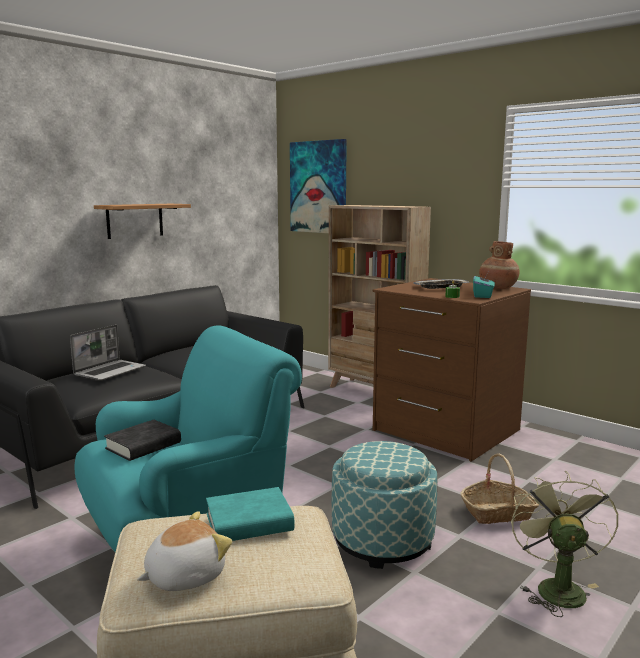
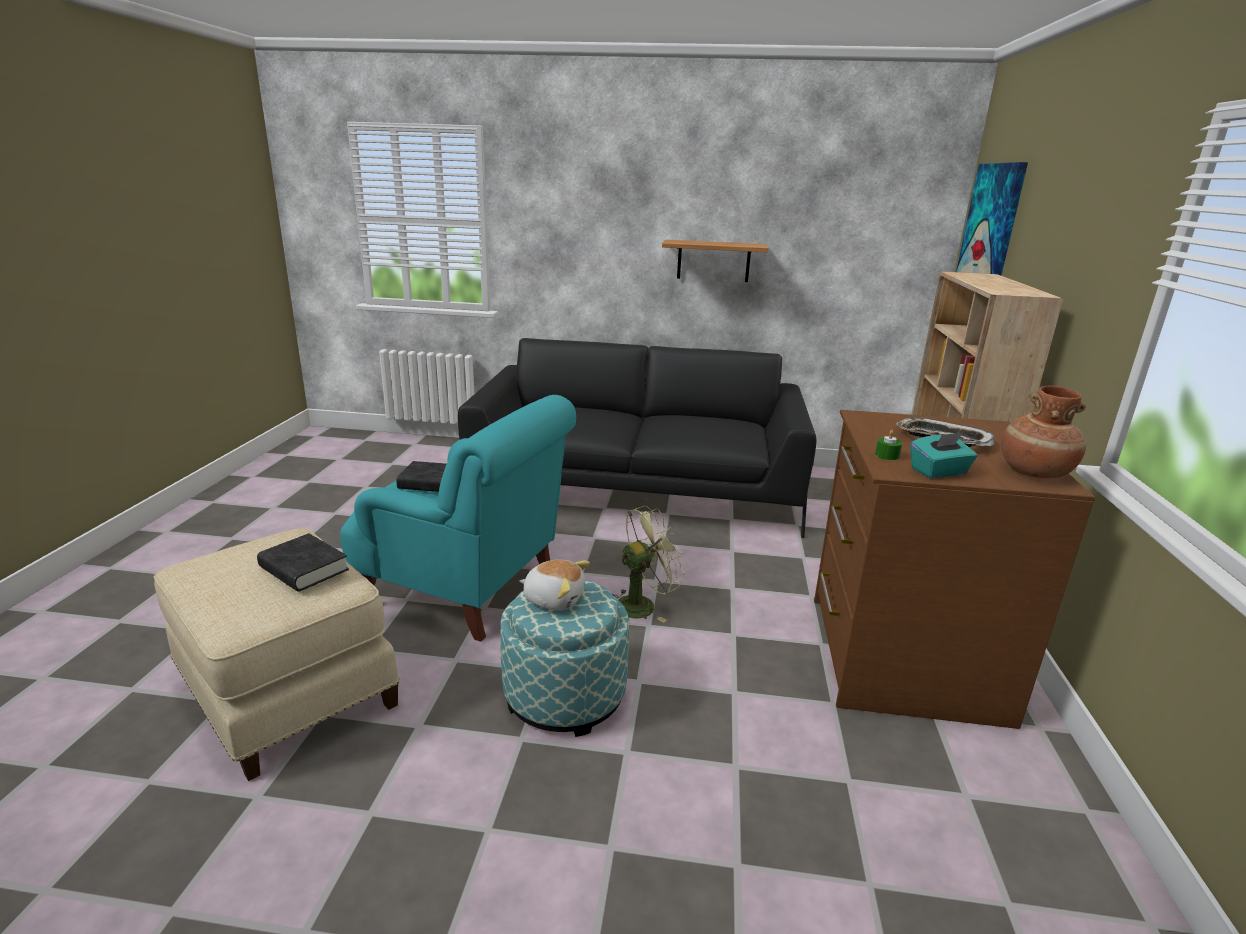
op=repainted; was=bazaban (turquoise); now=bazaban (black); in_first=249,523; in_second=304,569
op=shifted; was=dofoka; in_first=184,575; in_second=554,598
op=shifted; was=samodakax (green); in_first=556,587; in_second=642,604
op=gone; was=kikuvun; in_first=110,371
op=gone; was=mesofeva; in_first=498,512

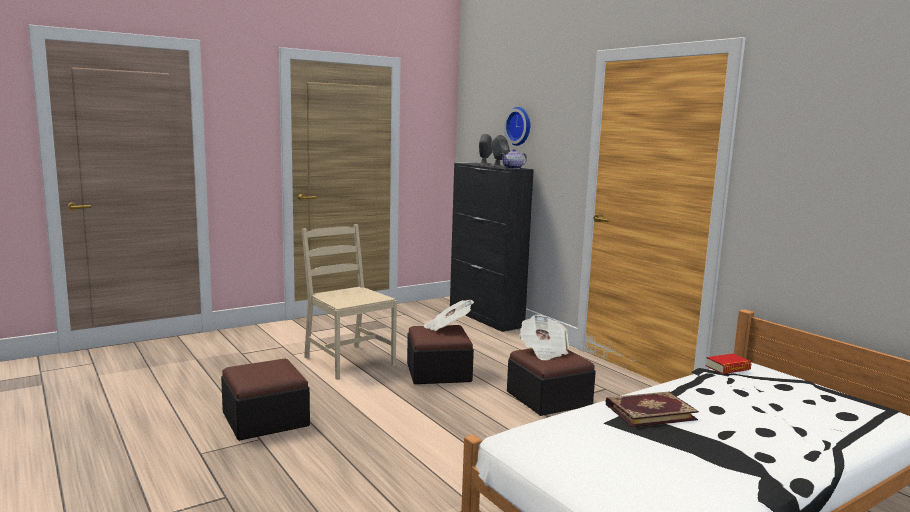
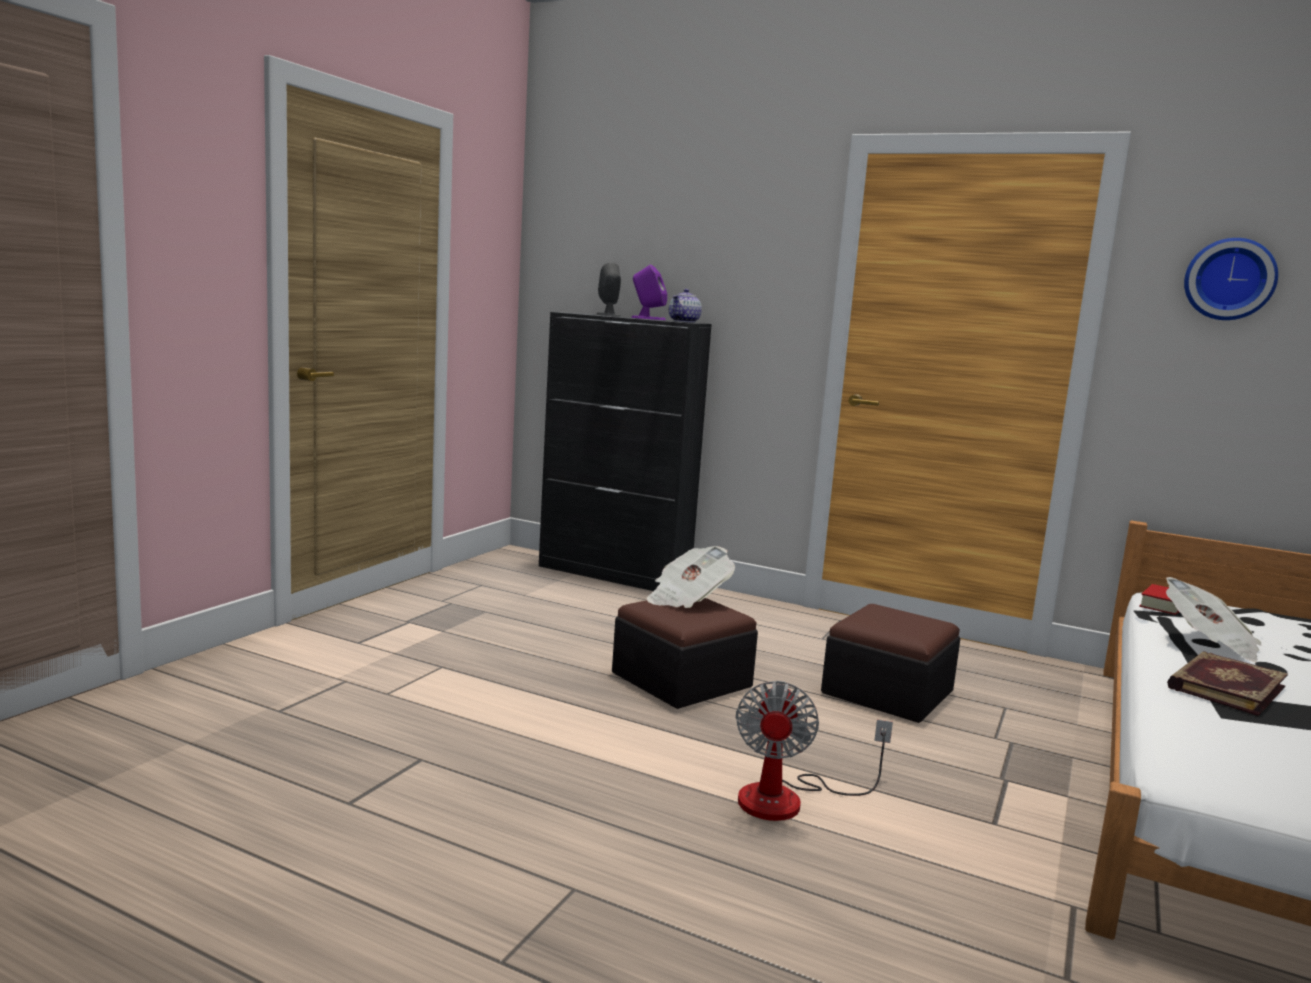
op=repainted; was=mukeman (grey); now=mukeman (purple); in_first=498,166; in_second=647,318
op=new; now=samodakax; in_second=789,799
op=shifted; was=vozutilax; in_first=543,351; in_second=1209,644
op=shifted; was=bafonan; in_first=520,126; in_second=1229,279
op=gone; was=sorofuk; in_first=265,419
op=gone; was=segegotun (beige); in_first=347,361

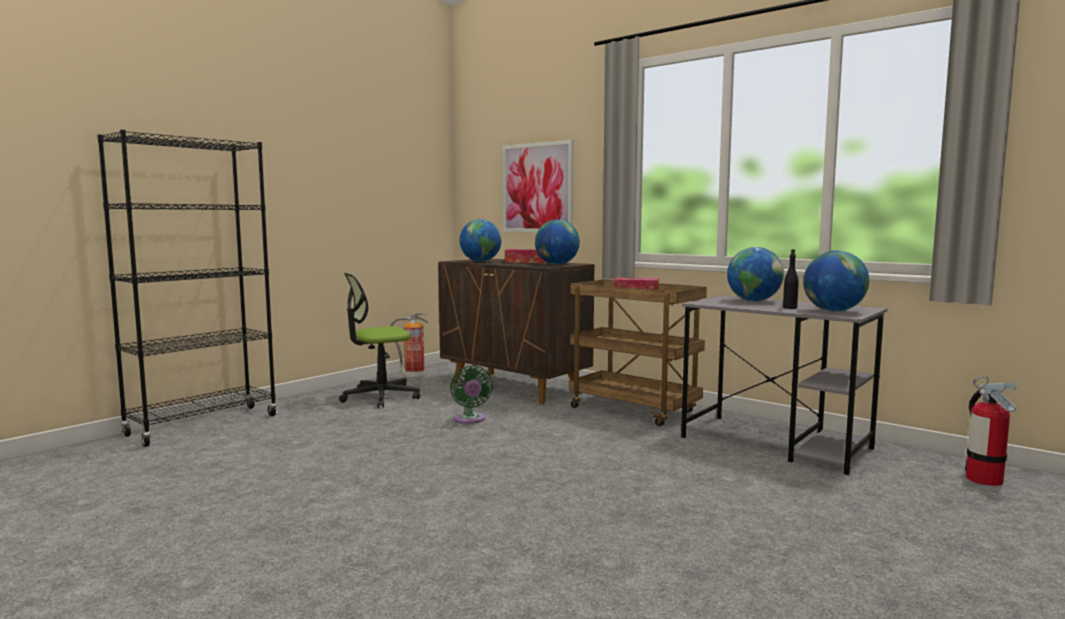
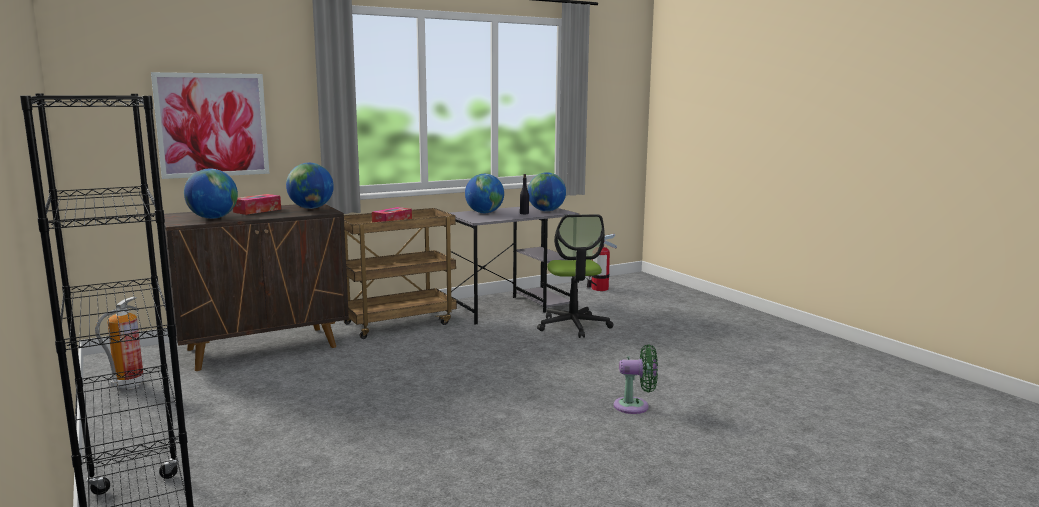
op=shifted; was=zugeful; in_first=380,397; in_second=573,326
op=shifted; was=samodakax (green); in_first=469,420; in_second=635,406

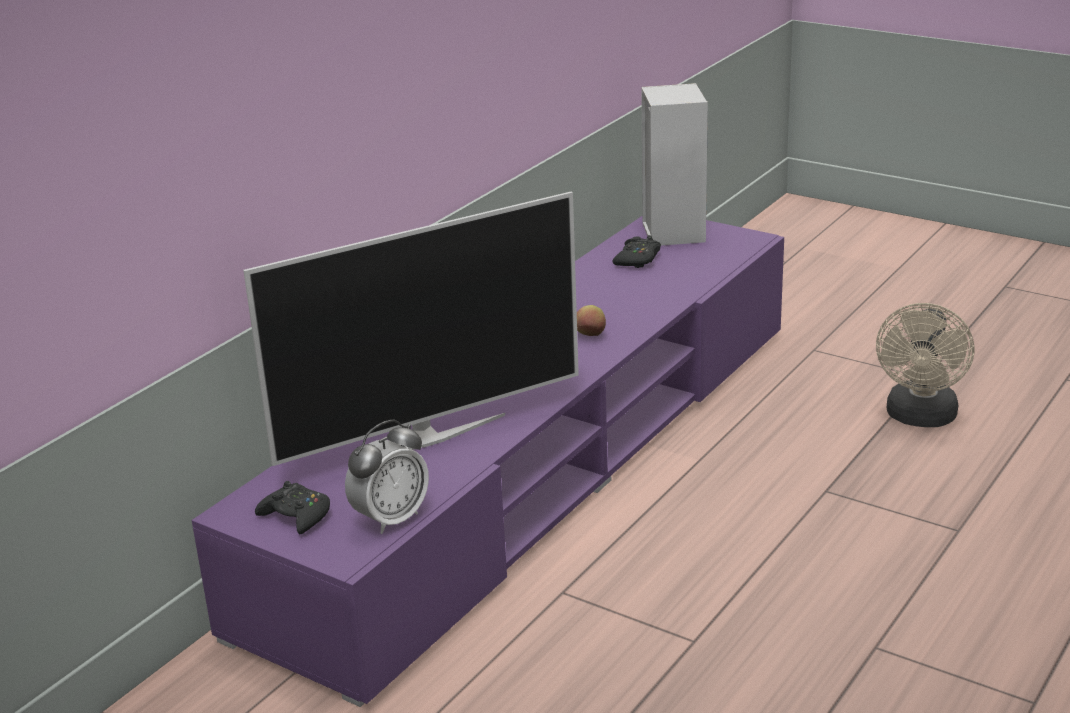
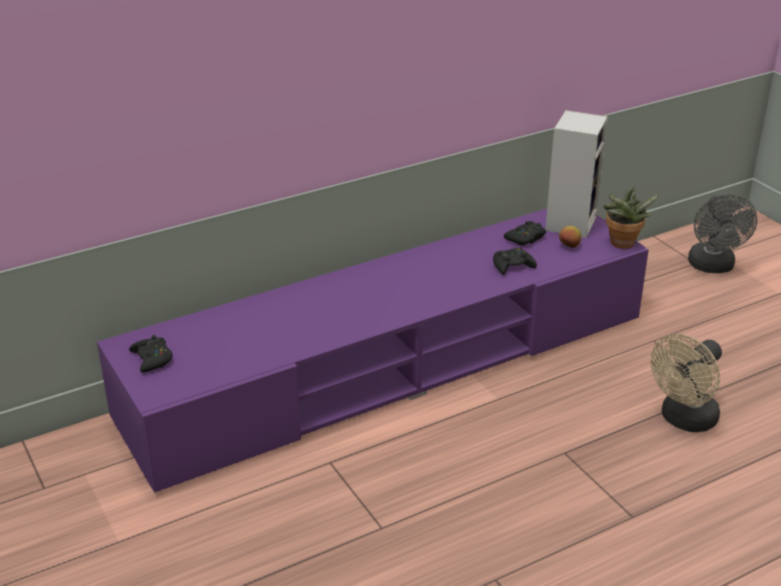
op=new; now=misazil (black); in_second=512,266
op=shifted; was=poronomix; in_first=590,336; in_second=569,247
op=new; now=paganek; in_second=622,245
op=new; now=samodakax (grey); in_second=713,267
op=gone; was=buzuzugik; in_first=427,437
op=gone; was=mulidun; in_first=391,519

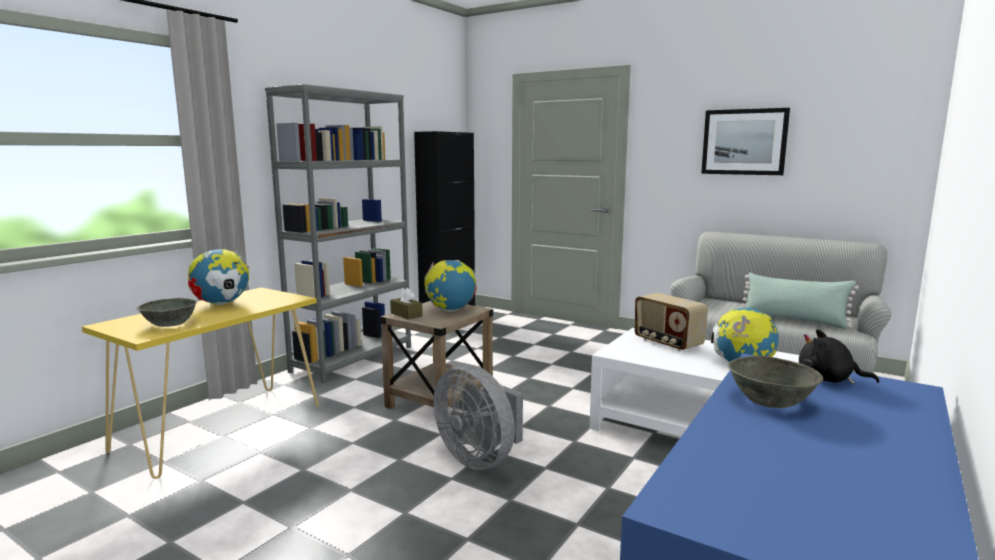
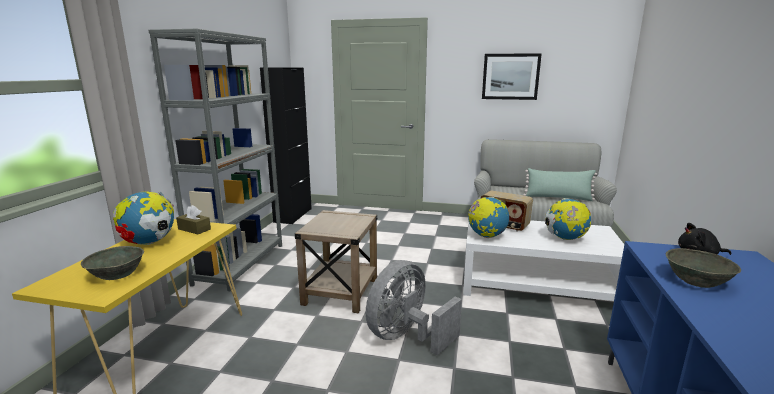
op=shifted; was=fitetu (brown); in_first=406,314; in_second=194,229
op=rotated; was=samodakax (grey); in_first=480,458; in_second=407,337; clockwise=105
op=shifted; was=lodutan; in_first=450,310; in_second=486,236

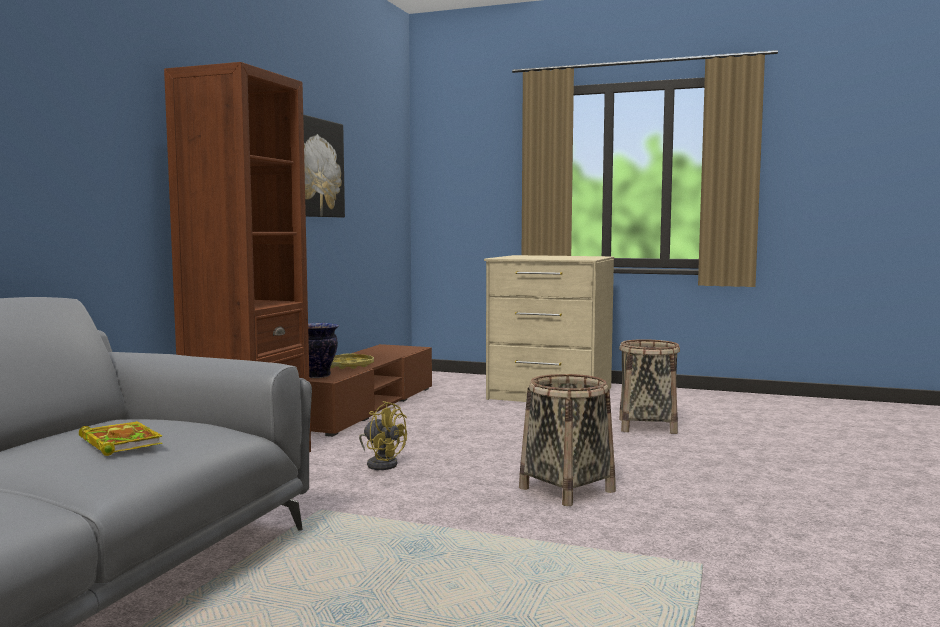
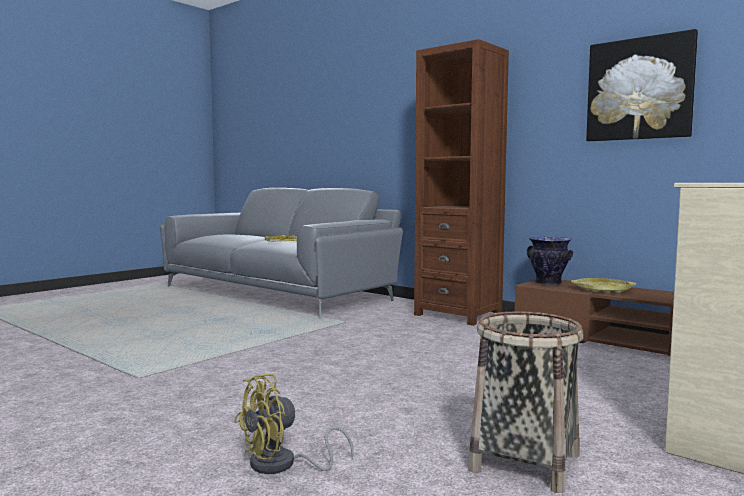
op=shifted; was=samodakax (yellow); in_first=382,463; in_second=282,465
op=gone; was=mesofeva; in_first=567,489

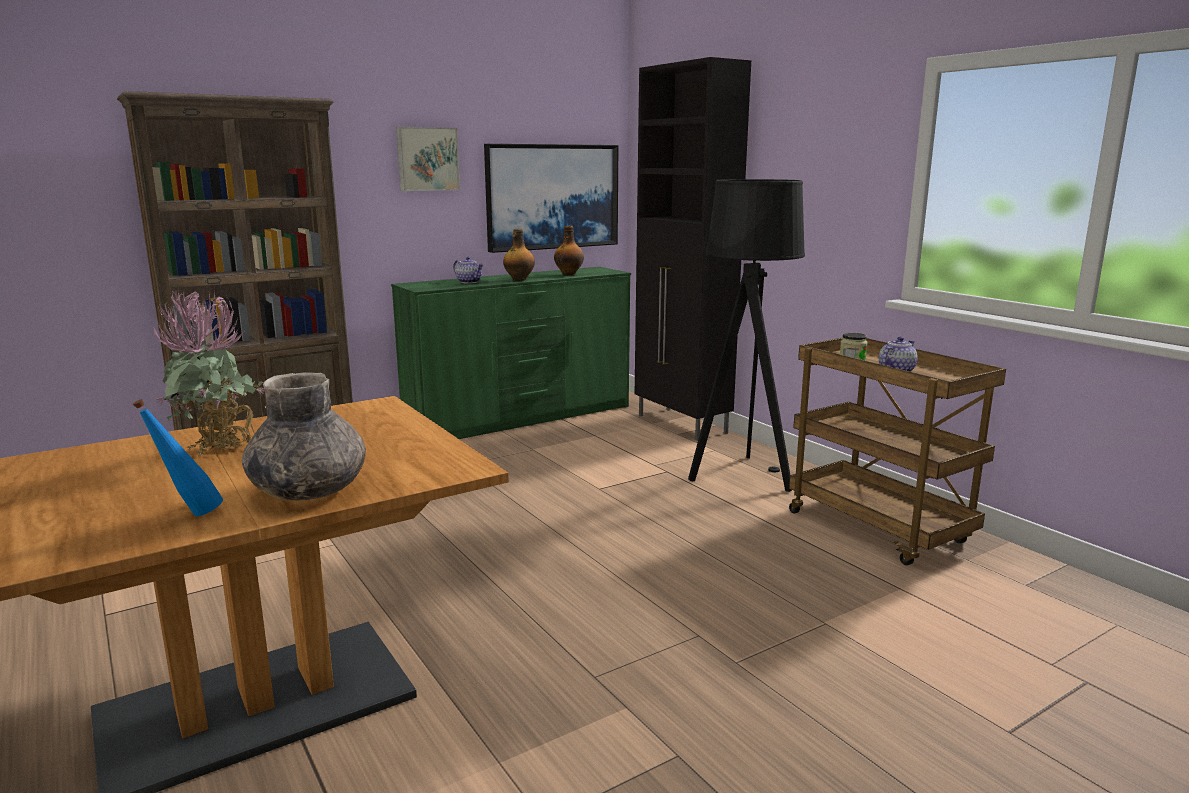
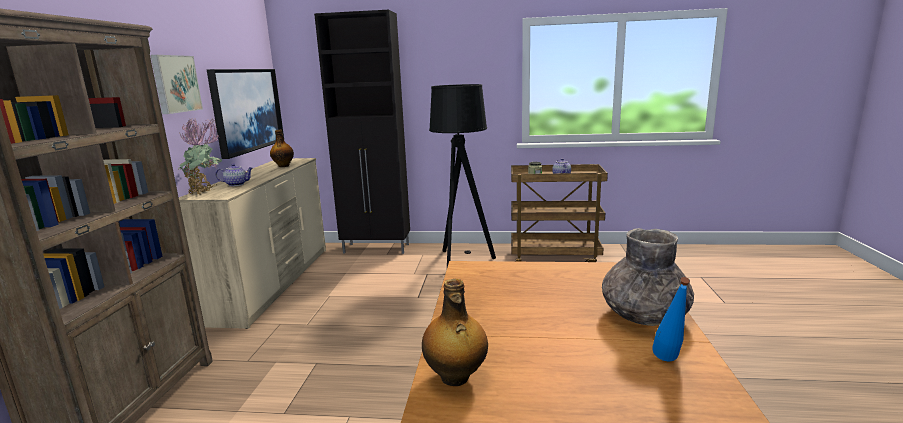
op=shifted; was=paganek; in_first=222,454; in_second=206,193
op=repainted; was=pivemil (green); now=pivemil (beige); in_first=521,418; in_second=274,282
op=shifted; was=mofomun; in_first=519,280; in_second=455,377

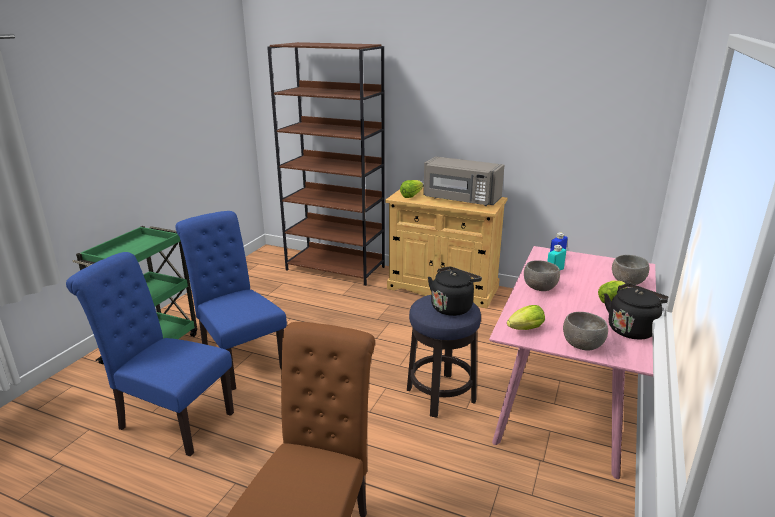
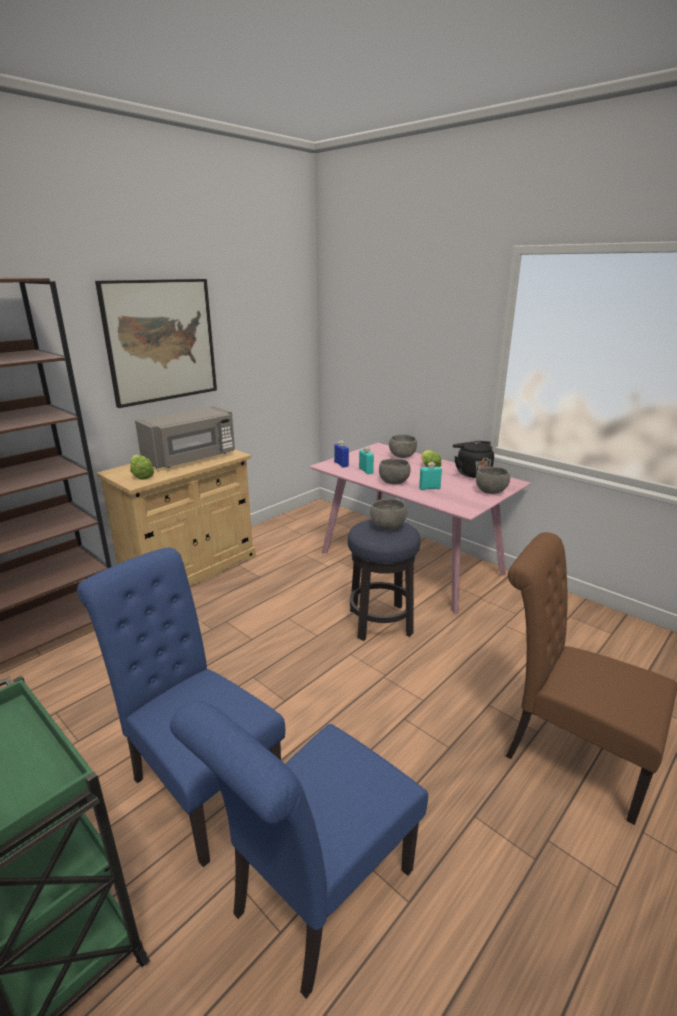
op=rotated; was=segegotun (blue); in_first=239,358; in_second=199,783; clockwise=60
op=new; now=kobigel; in_second=161,341
op=swapped; was=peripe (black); now=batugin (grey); in_first=452,307; in_second=388,527
op=new; now=mofomun (turquoise); in_second=429,488
op=gone; was=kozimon; in_first=523,330

